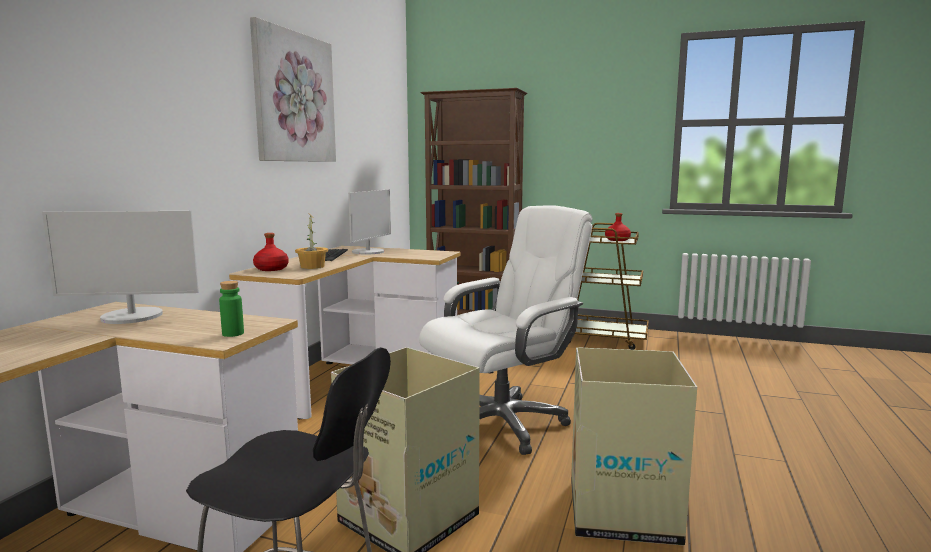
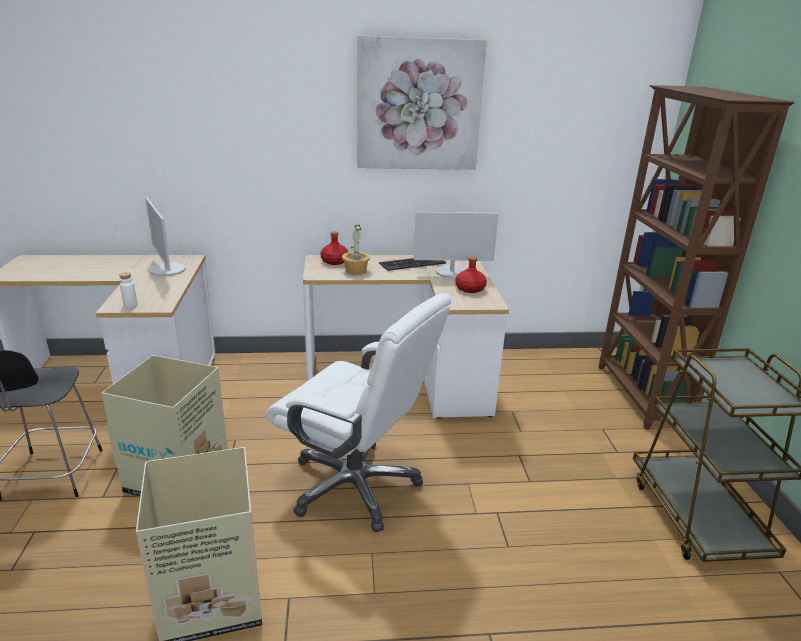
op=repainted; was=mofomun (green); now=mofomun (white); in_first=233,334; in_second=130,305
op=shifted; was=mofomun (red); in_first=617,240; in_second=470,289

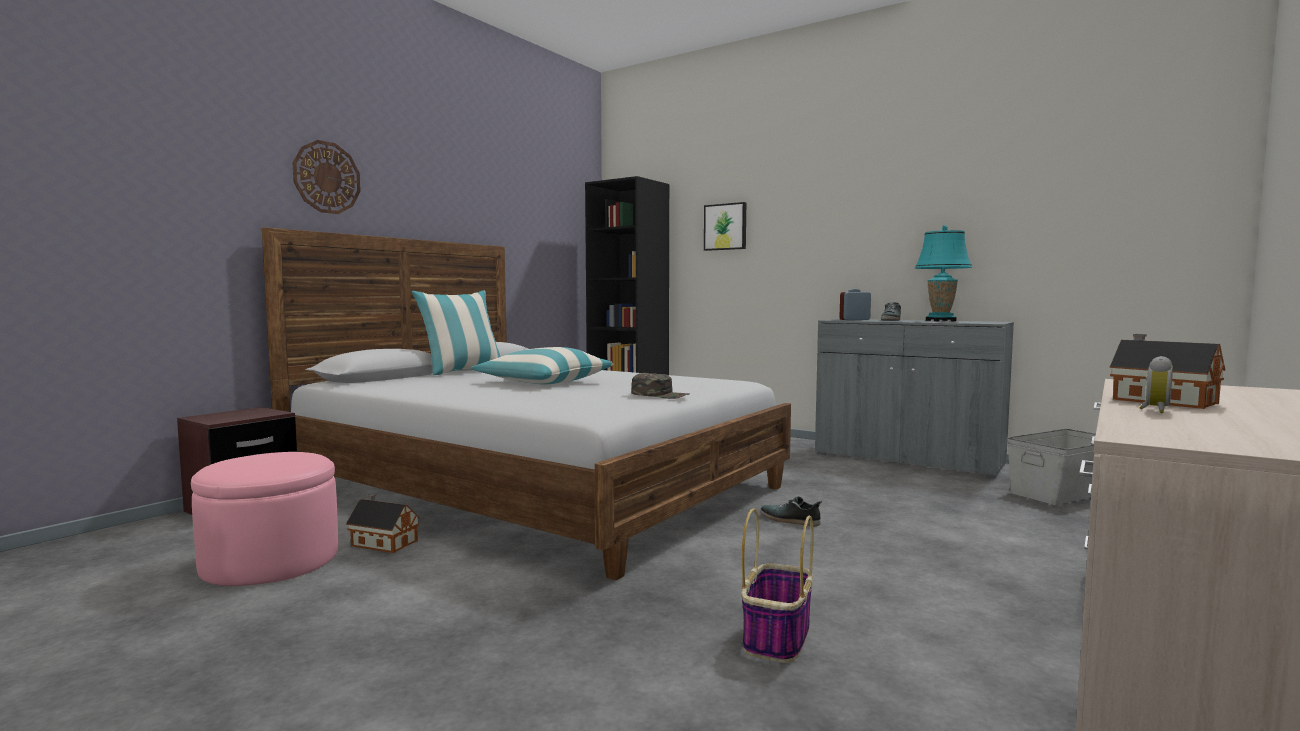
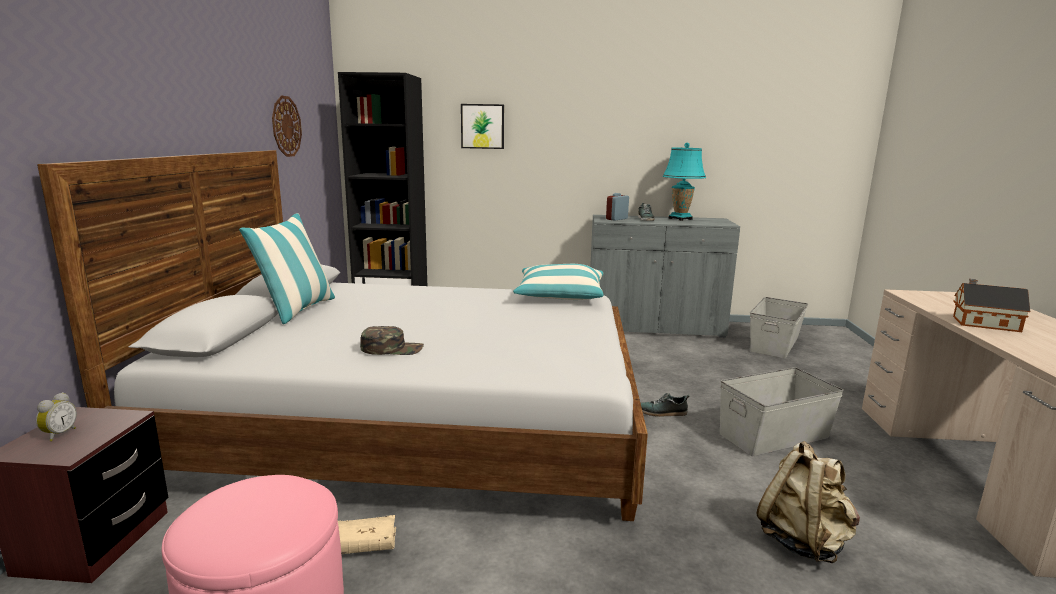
op=shifted; was=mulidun; in_first=1154,410; in_second=58,434
op=shifted; was=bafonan; in_first=327,177; in_second=286,126
op=swapped; was=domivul; now=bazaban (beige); in_first=383,543; in_second=362,544
op=shifted; was=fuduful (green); in_first=660,395; in_second=392,348
op=shifted; was=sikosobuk; in_first=544,382; in_second=560,295
op=new; now=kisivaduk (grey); in_second=774,436
op=swapped; was=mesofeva; now=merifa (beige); in_first=776,637; in_second=803,541

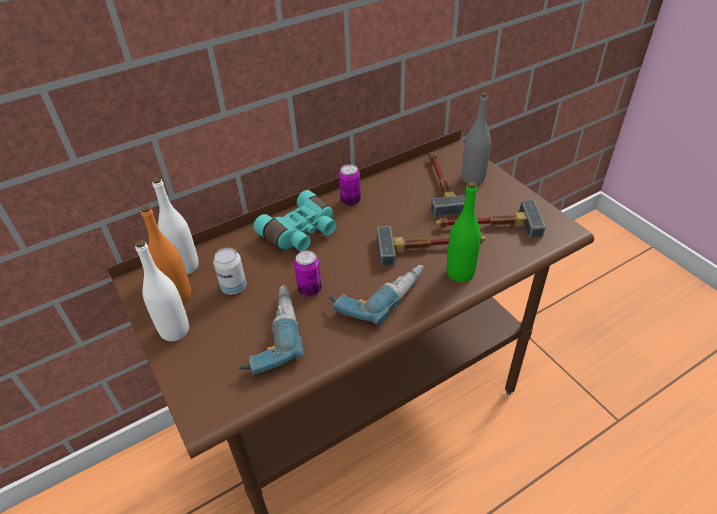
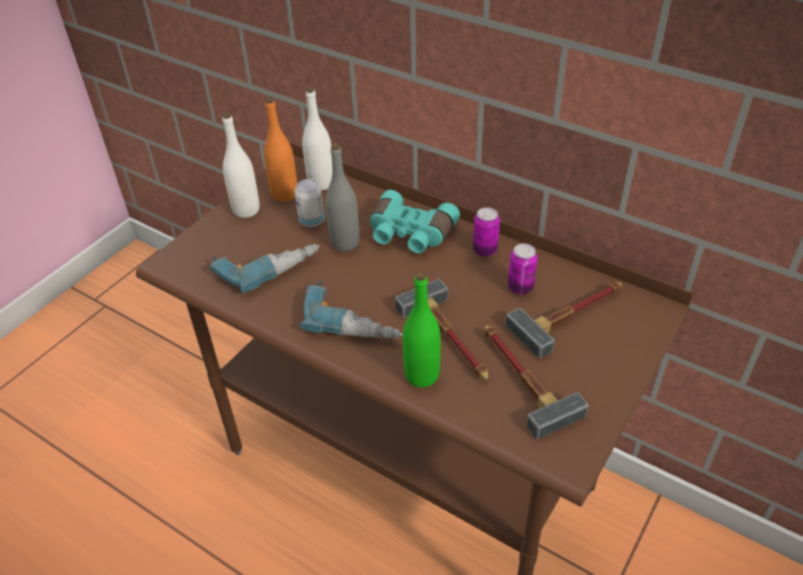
op=shifted; was=mofomun (grey); in_first=473,179; in_second=345,243
op=shifted; was=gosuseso; in_first=310,289; in_second=520,287

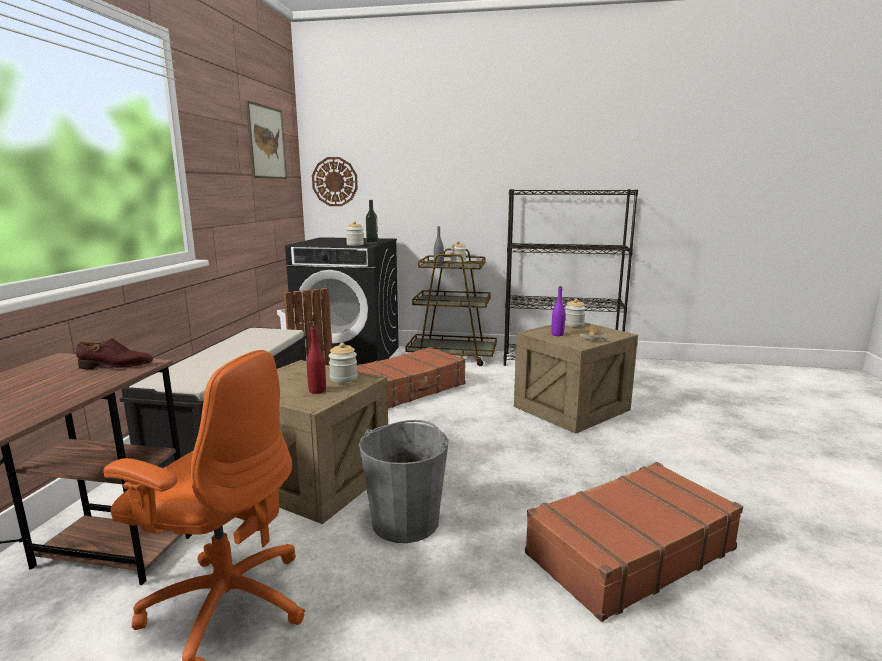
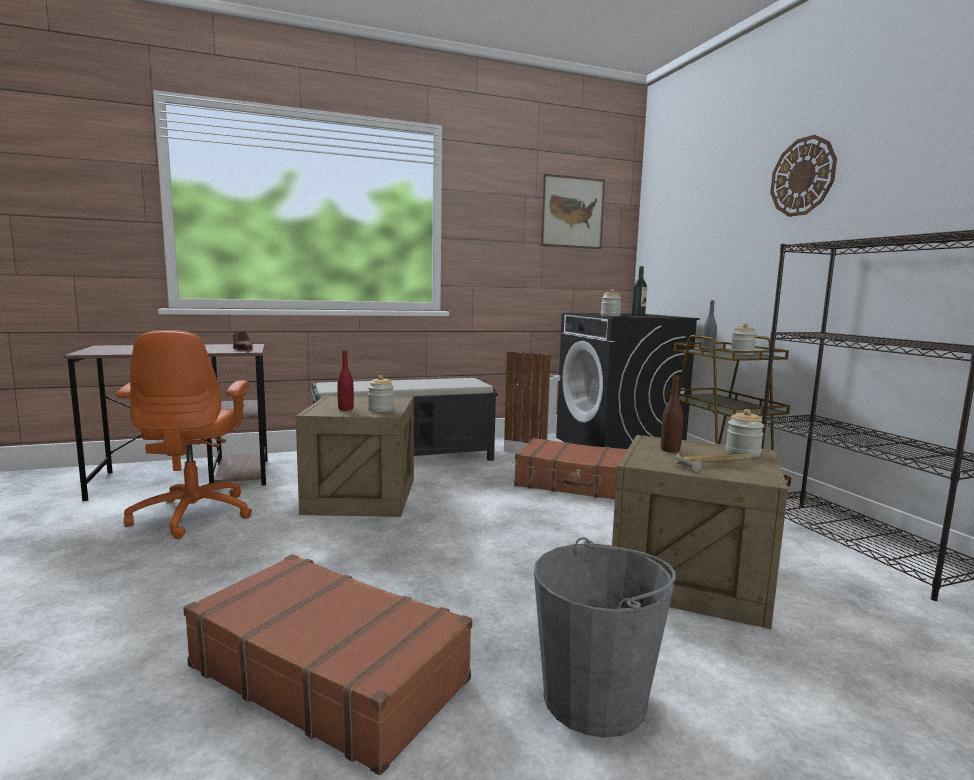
op=shifted; was=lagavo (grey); in_first=406,521; in_second=595,698
op=repainted; was=mofomun (purple); now=mofomun (brown); in_first=557,334; in_second=670,450
op=shifted; was=bafonan; in_first=335,181; in_second=802,176

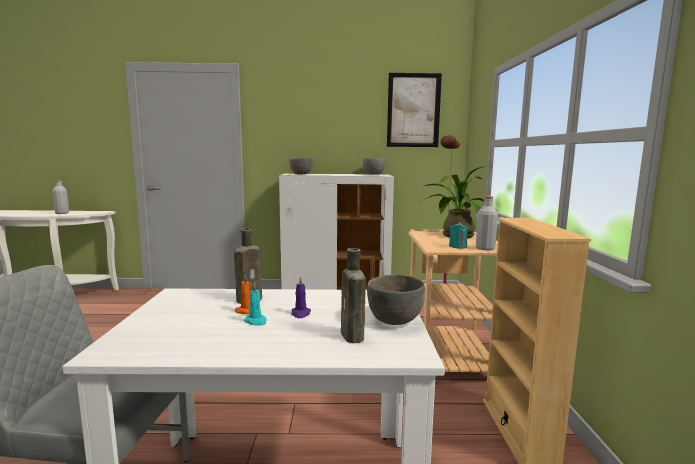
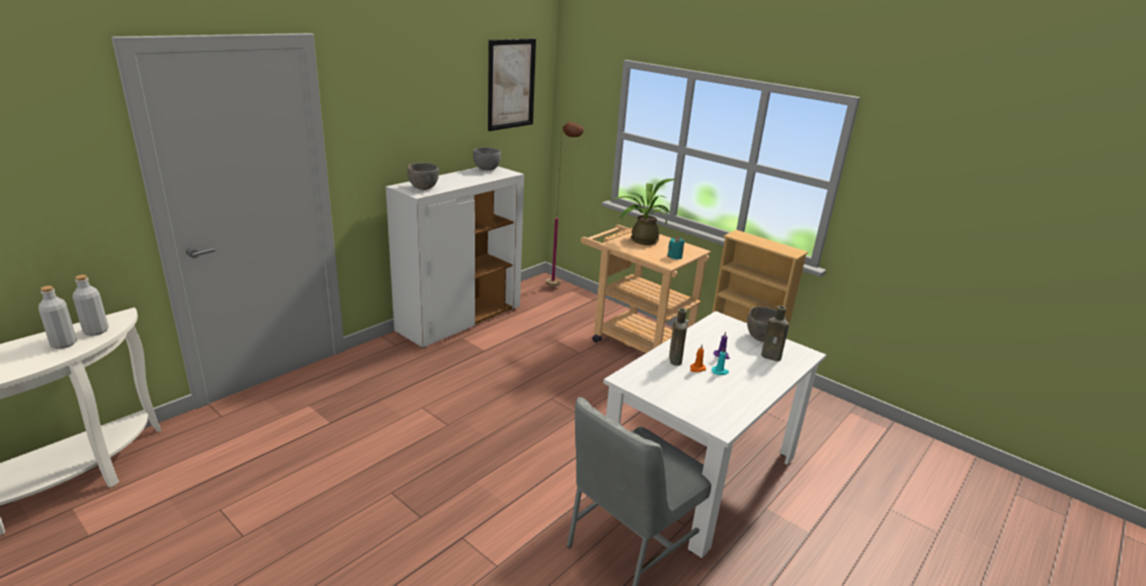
op=shifted; was=mofomun (grey); in_first=485,248; in_second=96,331

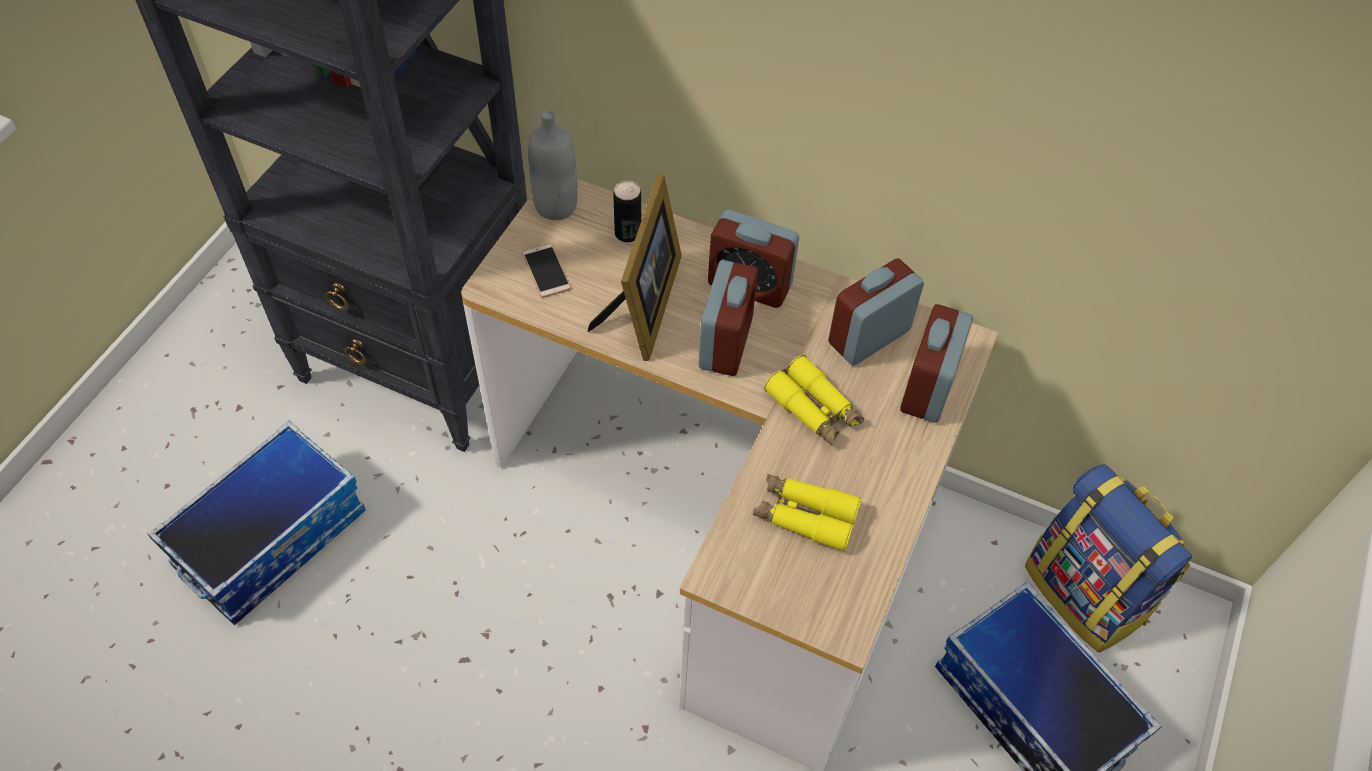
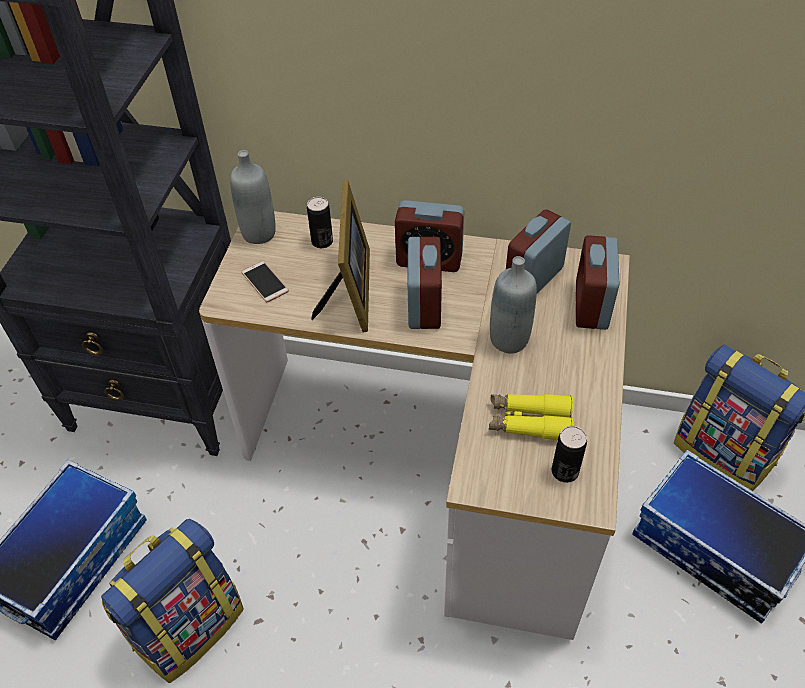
op=new; now=merifa; in_second=188,626
op=swapped; was=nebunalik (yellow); now=mofomun (grey); in_first=814,409; in_second=509,339
op=new; now=gosuseso; in_second=565,471

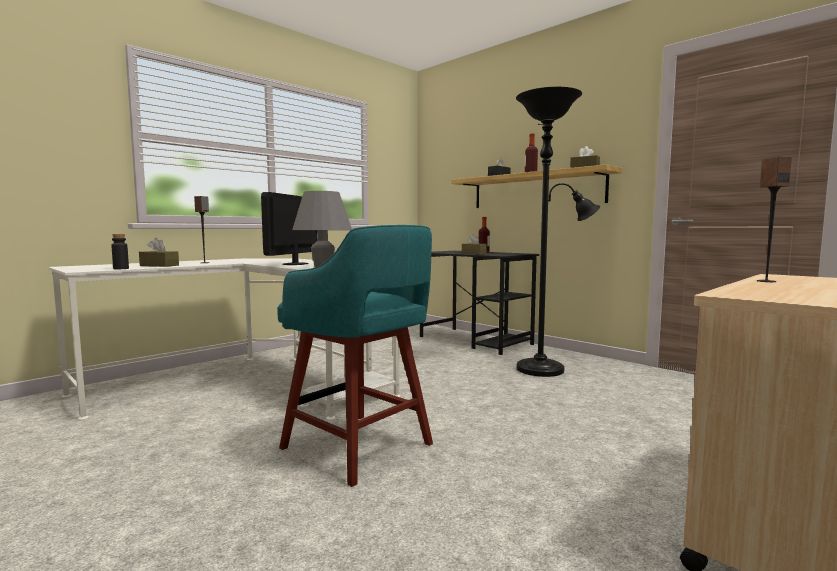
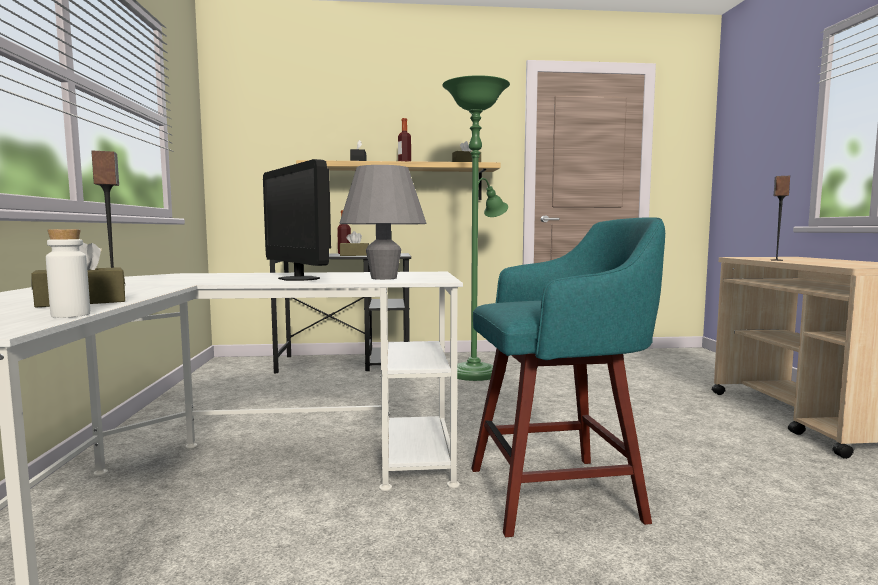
op=repainted; was=mofomun (black); now=mofomun (white); in_first=121,268; in_second=70,315
op=repainted; was=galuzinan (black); now=galuzinan (green); in_first=546,369; in_second=476,372

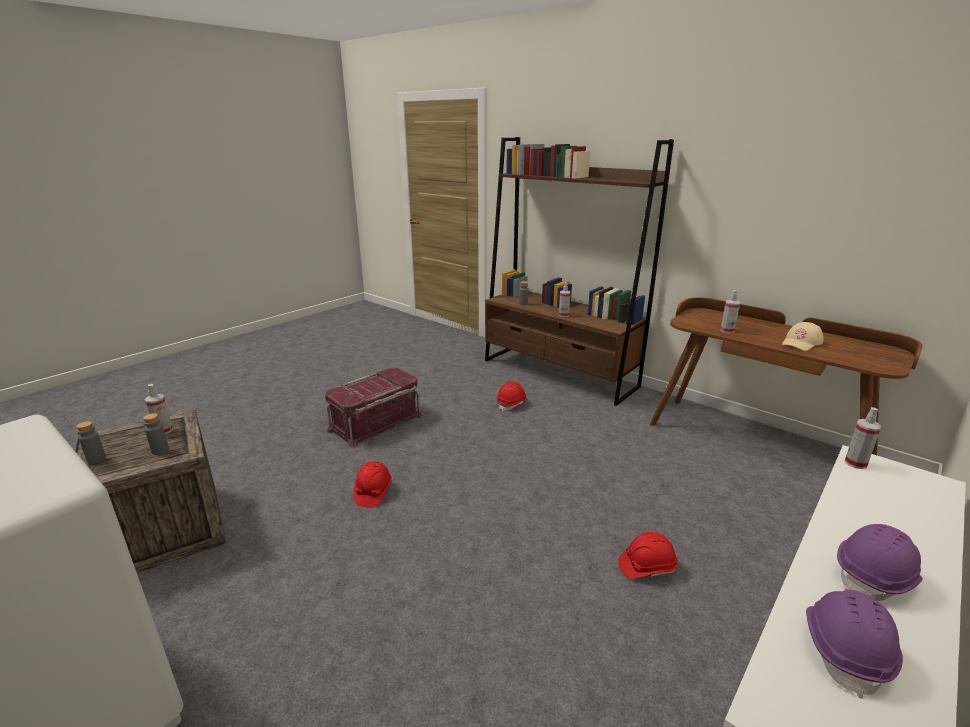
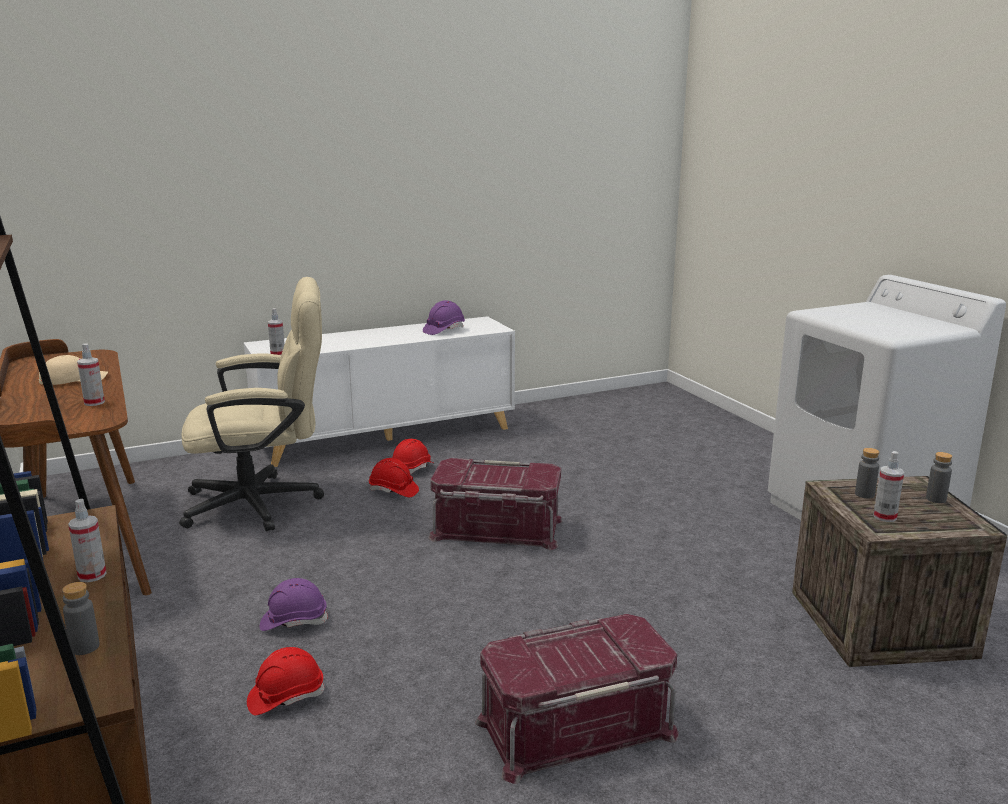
op=new; now=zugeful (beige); in_second=265,503
op=shifted; was=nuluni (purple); in_first=875,577; in_second=293,621
op=shifted; was=nuluni (red); in_first=372,492; in_second=412,469
op=new; now=kisivaduk (red); in_second=496,530

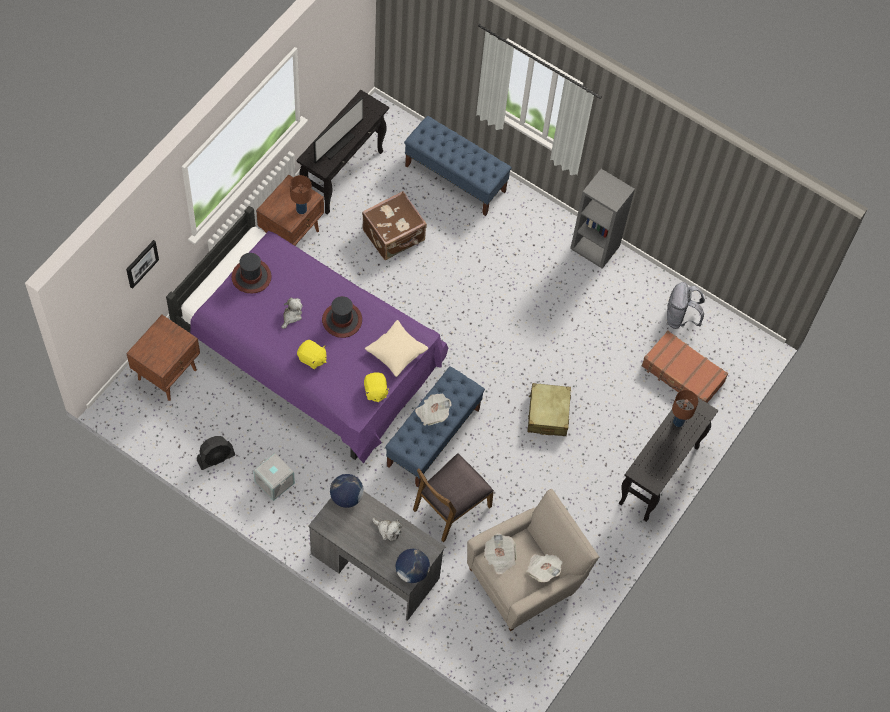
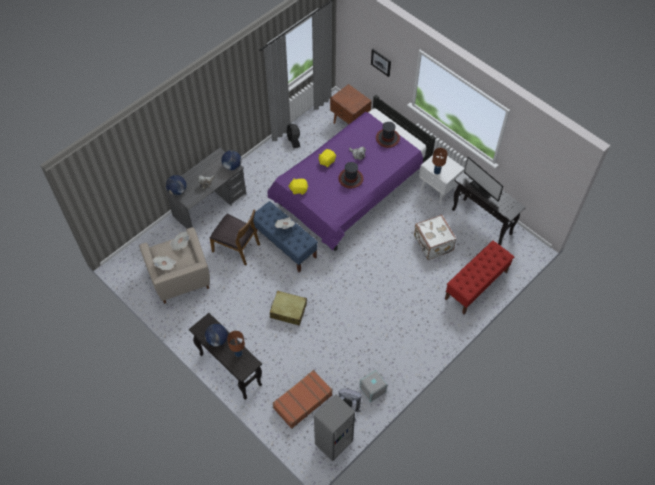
op=new; now=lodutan; in_second=217,340
op=rotated; was=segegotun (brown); in_first=450,507; in_second=236,247; clockwise=150
op=shifted; was=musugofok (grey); in_first=595,247; in_second=333,443
op=shifted; was=kisivaduk (grey); in_first=275,482; in_second=372,390
op=repainted; was=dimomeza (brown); now=dimomeza (white); in_first=394,236; in_second=432,244
op=repainted; was=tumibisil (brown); now=tumibisil (white); in_first=292,234; in_second=438,190
op=repainted; was=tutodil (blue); now=tutodil (red); in_first=455,178; in_second=476,285
op=gone; was=sikosobuk (beige); in_first=396,352

